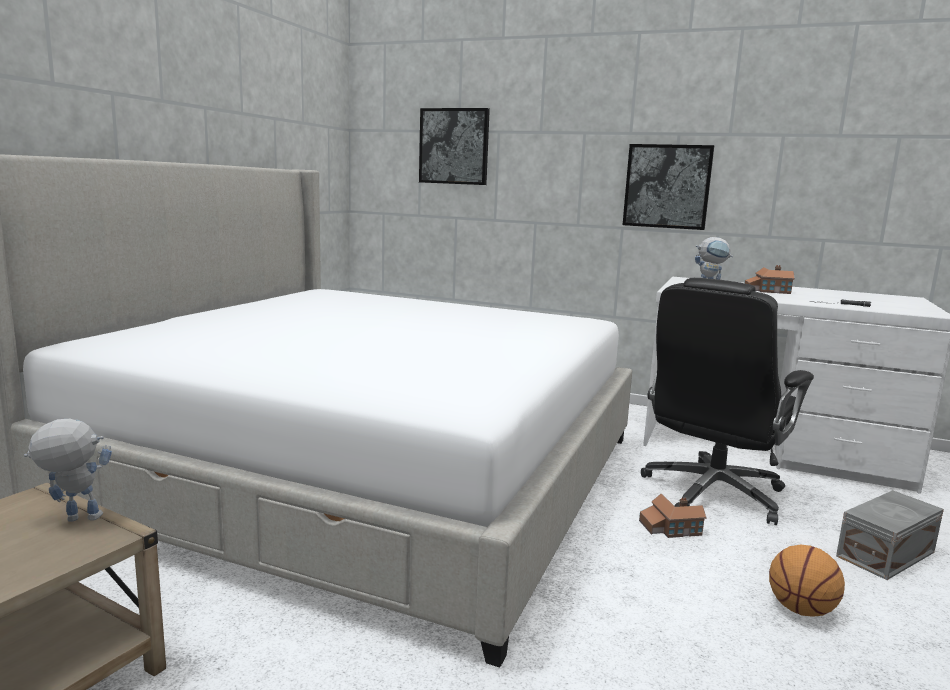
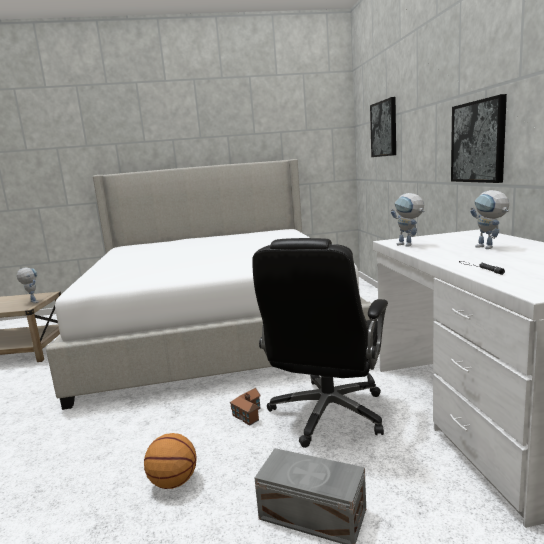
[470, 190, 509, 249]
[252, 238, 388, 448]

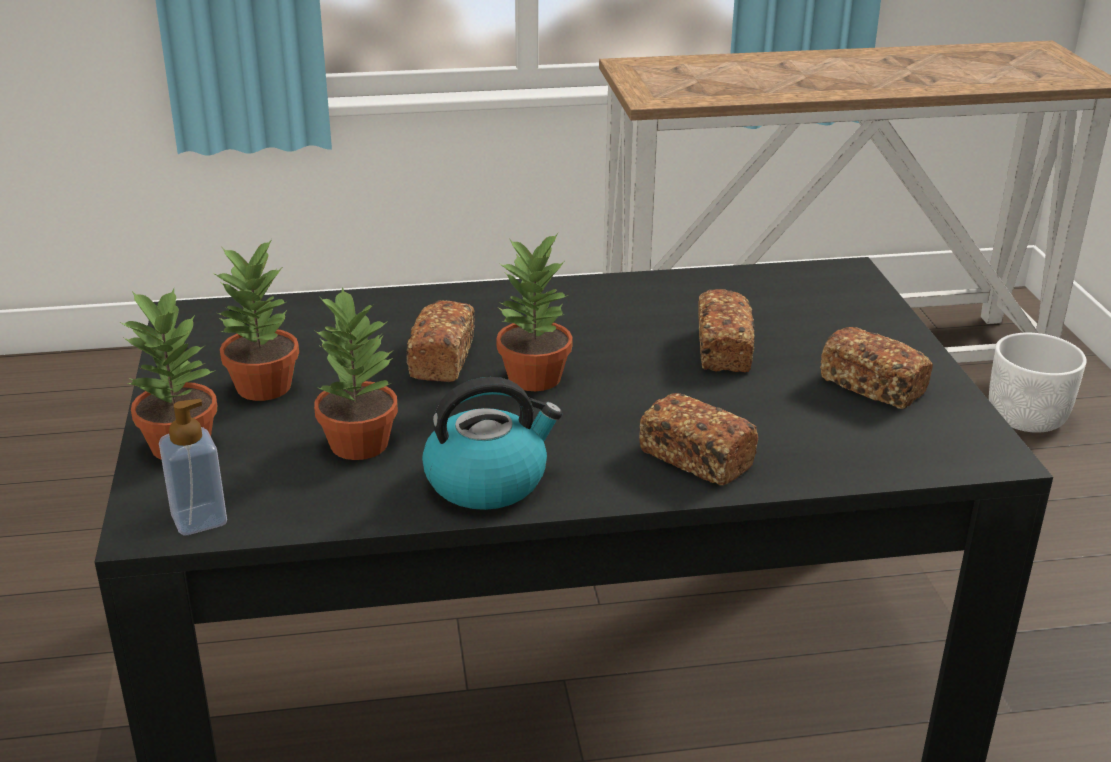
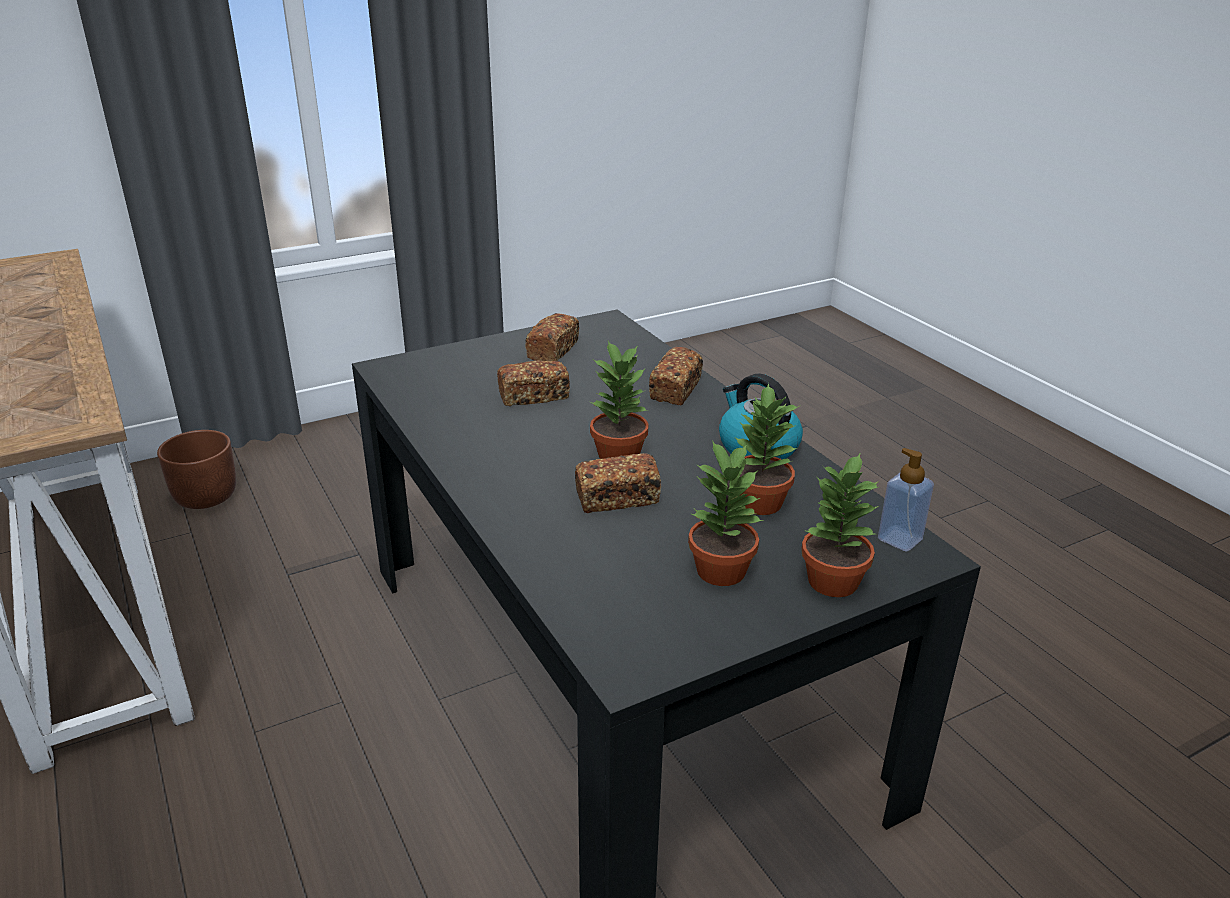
[157, 430, 236, 509]

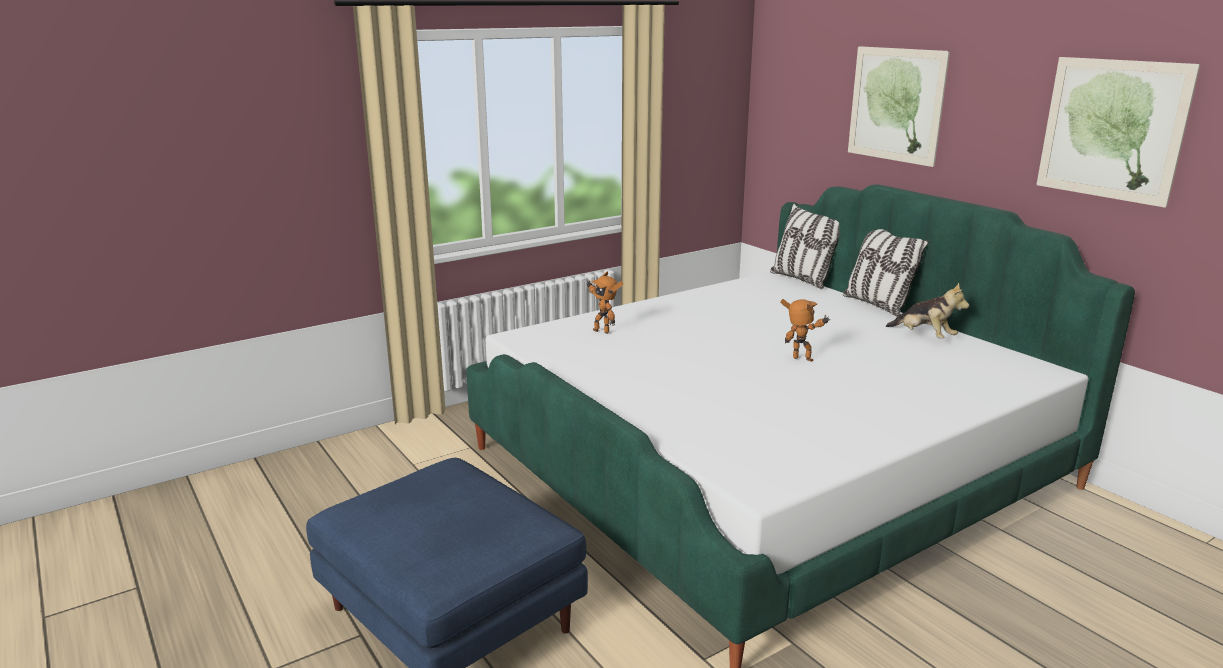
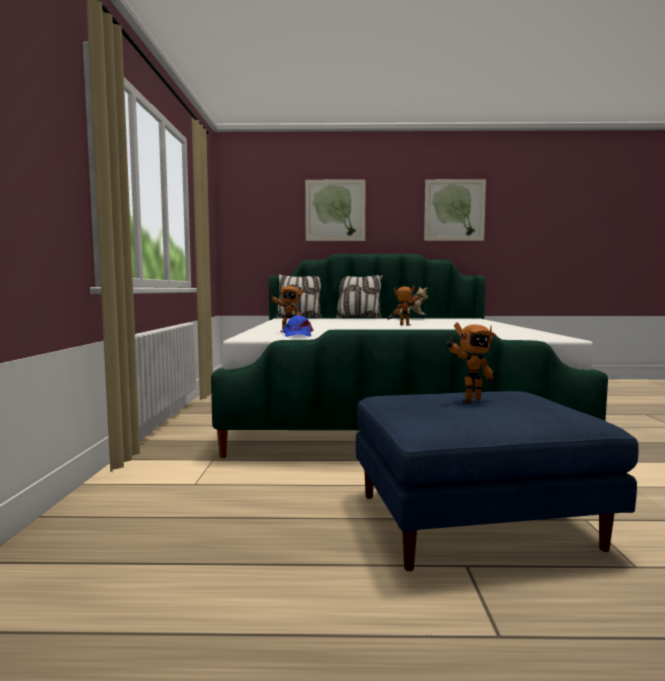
[283, 315, 314, 337]
[446, 322, 496, 403]

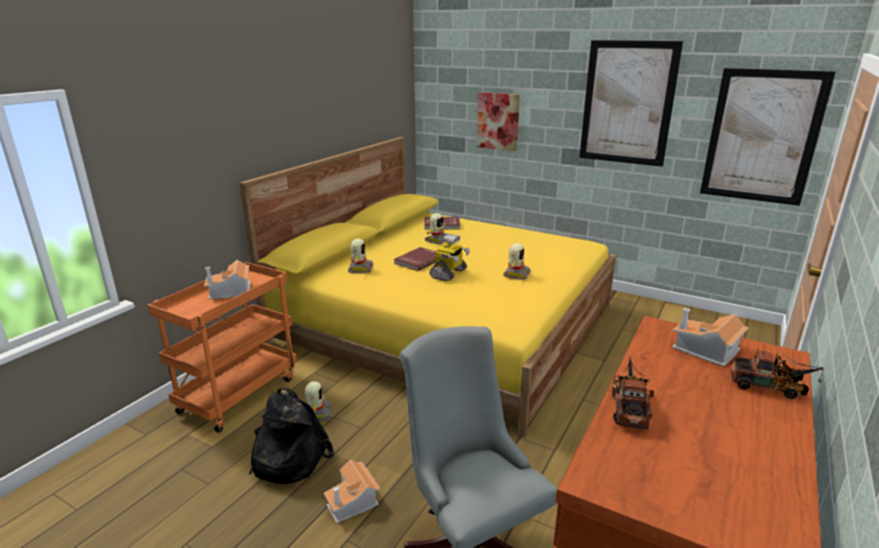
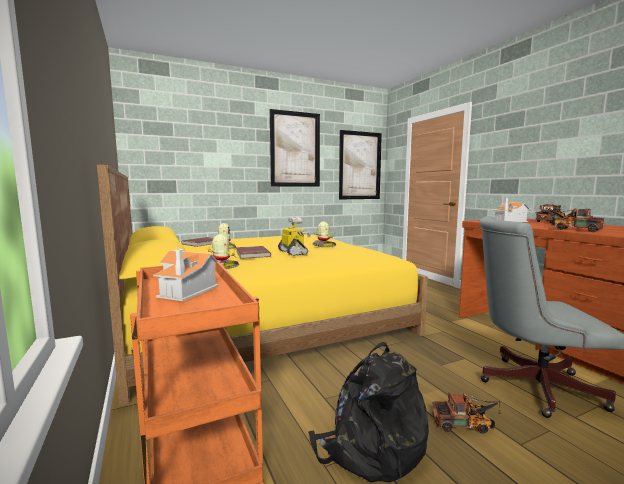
[477, 92, 520, 151] (first image)
[305, 381, 331, 421] (first image)
[433, 393, 501, 434]

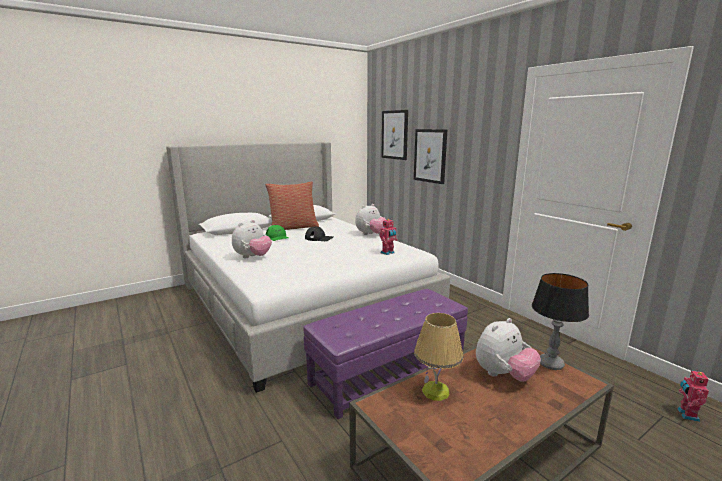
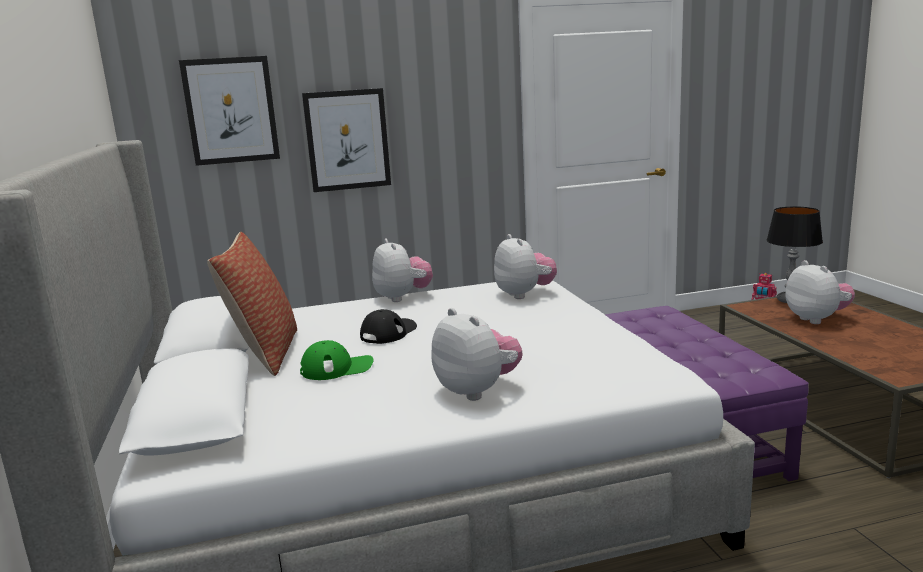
[494, 234, 557, 299]
[414, 313, 464, 401] (first image)

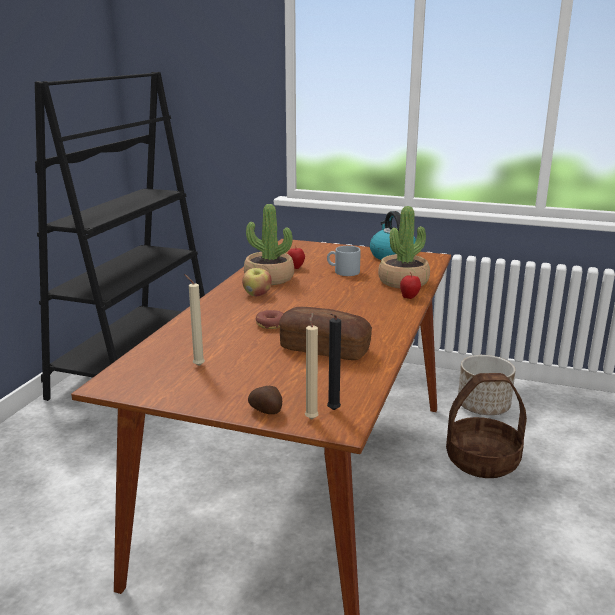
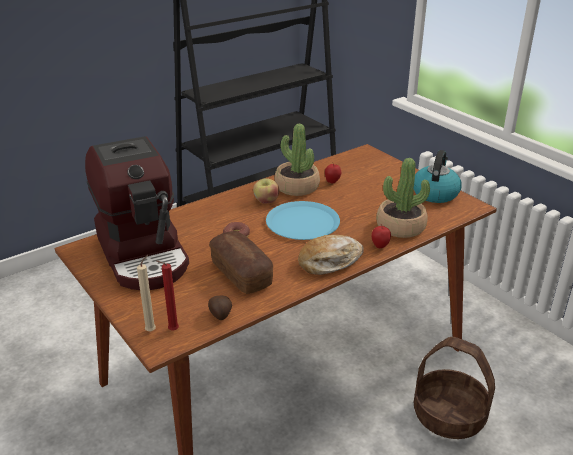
[327, 246, 361, 276] (first image)
[85, 136, 189, 290]
[157, 260, 179, 331]
[458, 355, 516, 415] (first image)
[208, 295, 232, 320]
[266, 201, 340, 240]
[298, 235, 364, 275]

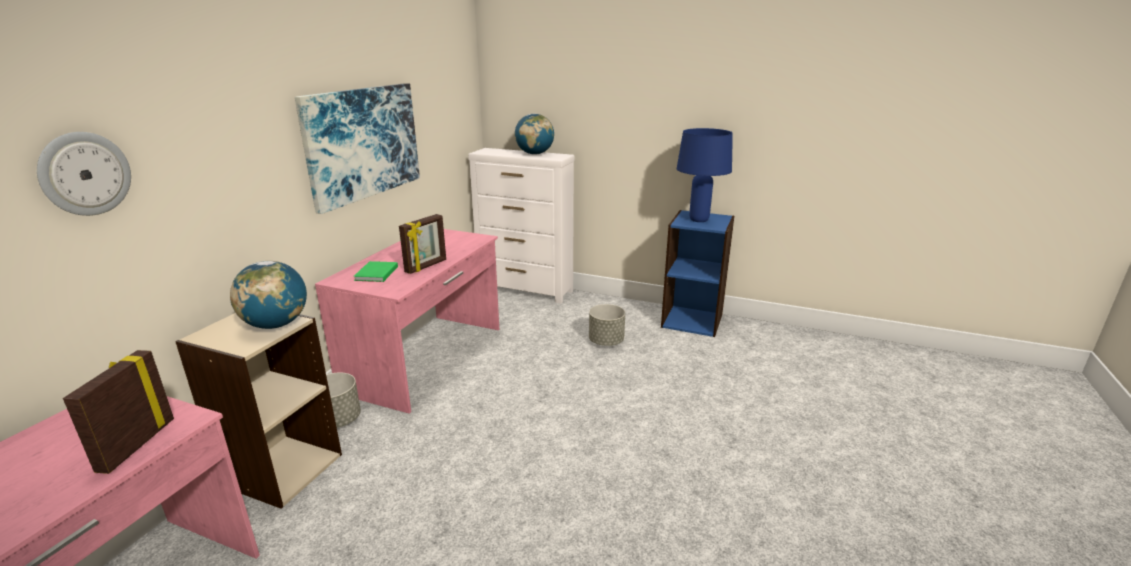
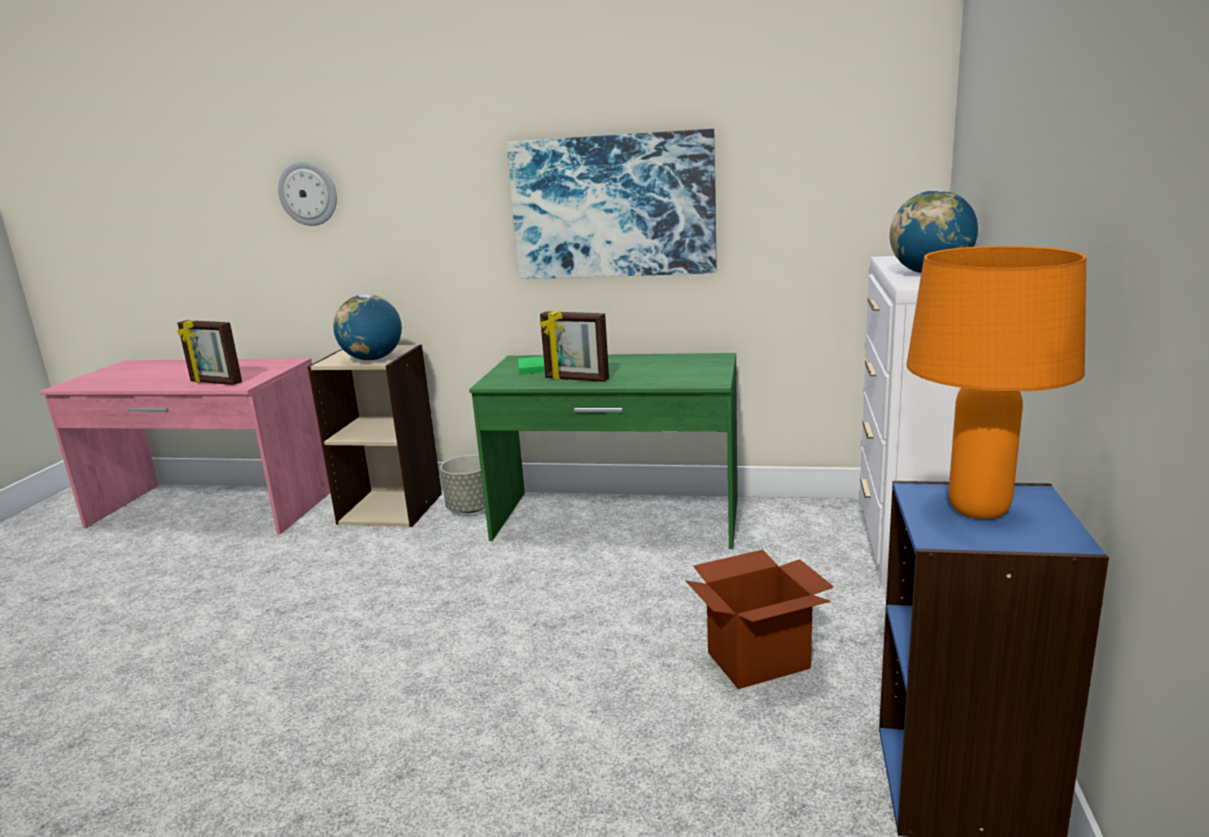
[907, 246, 1086, 519]
[469, 353, 738, 549]
[686, 550, 834, 689]
[177, 320, 242, 385]

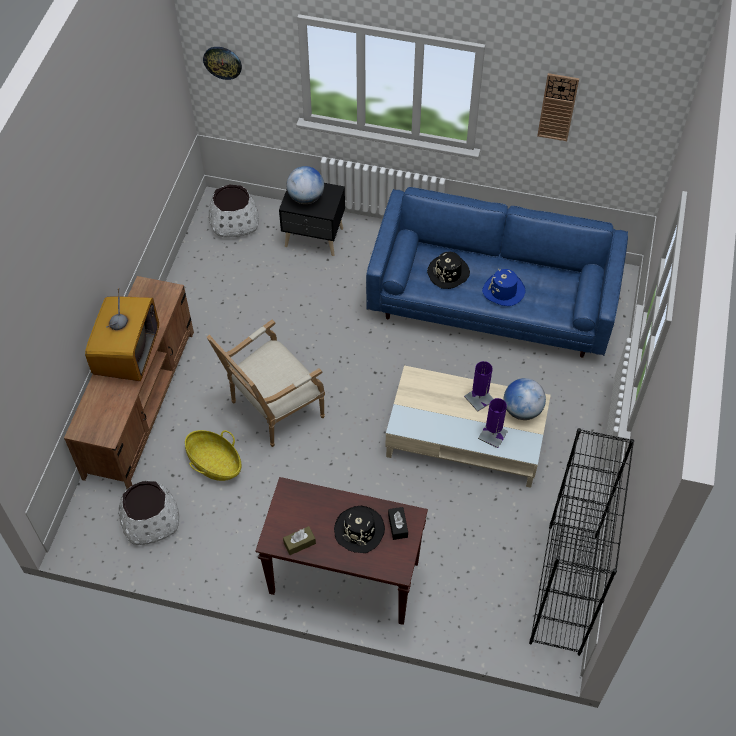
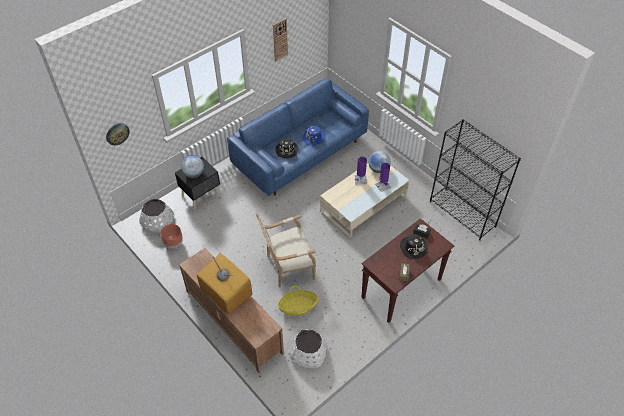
[255, 212, 316, 287]
[160, 224, 183, 249]

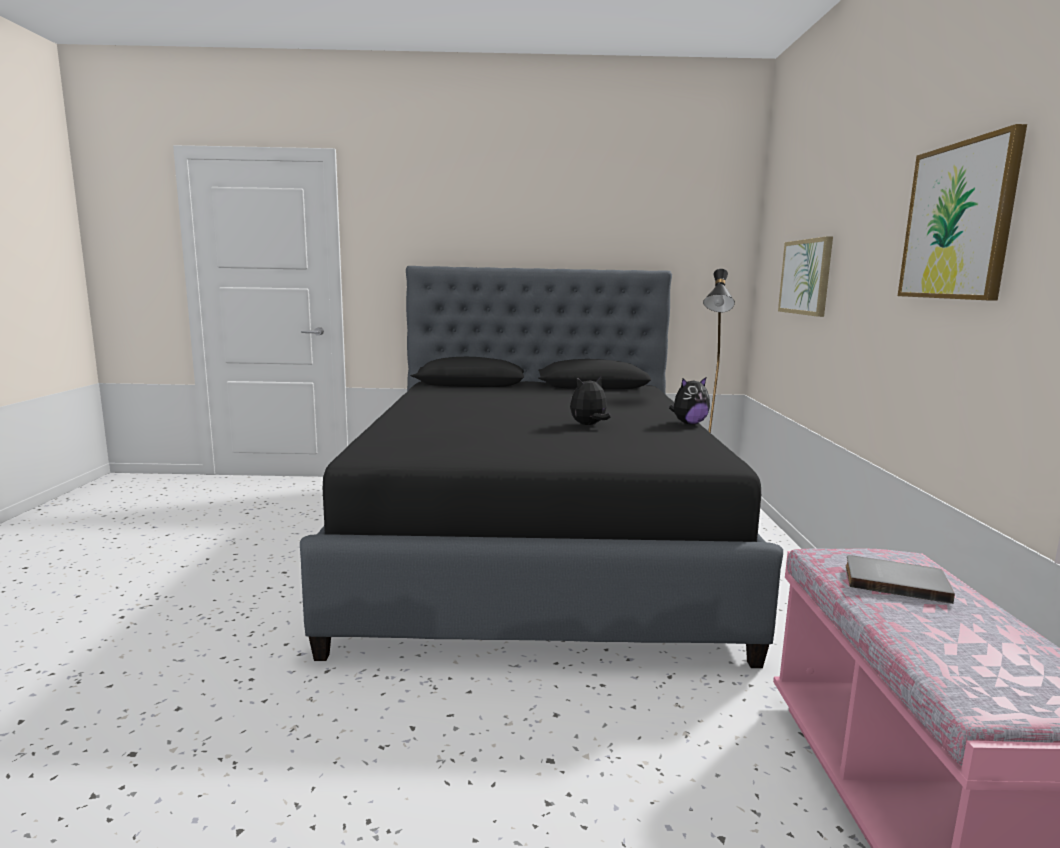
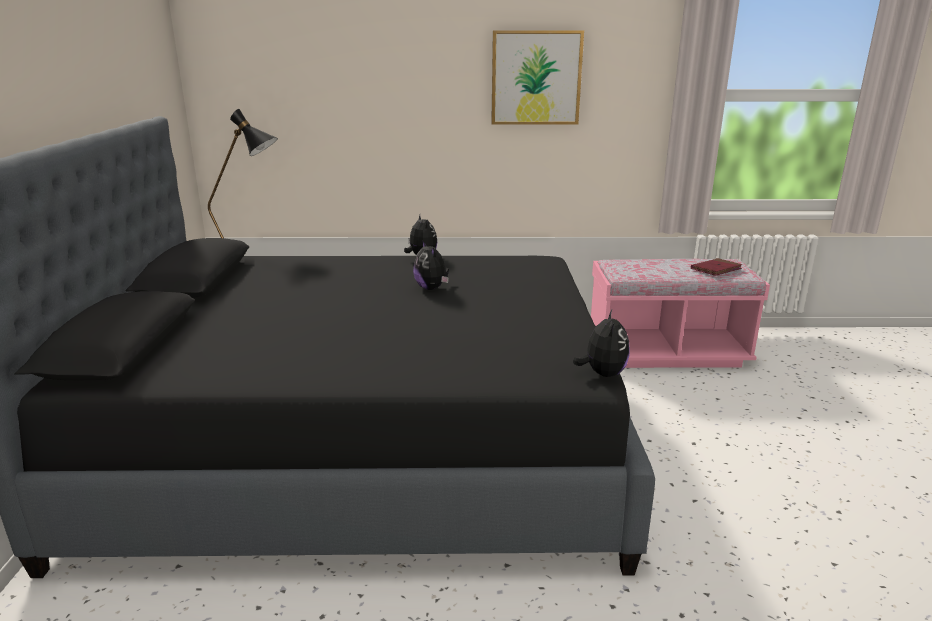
[778, 236, 833, 317] (first image)
[846, 555, 955, 604] (first image)
[691, 258, 742, 276]
[573, 310, 630, 377]

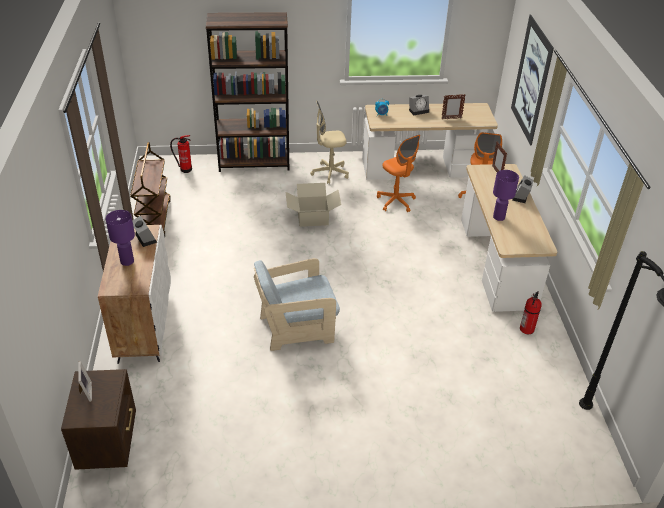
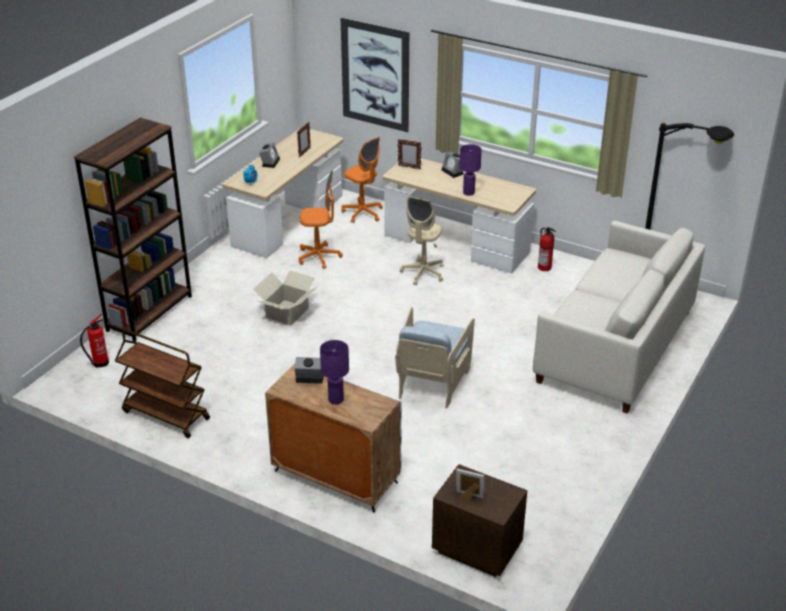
[400, 196, 444, 285]
[533, 221, 705, 414]

